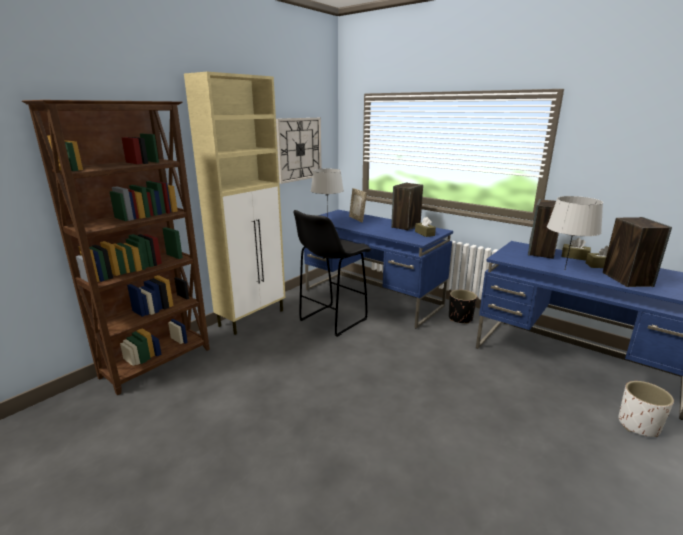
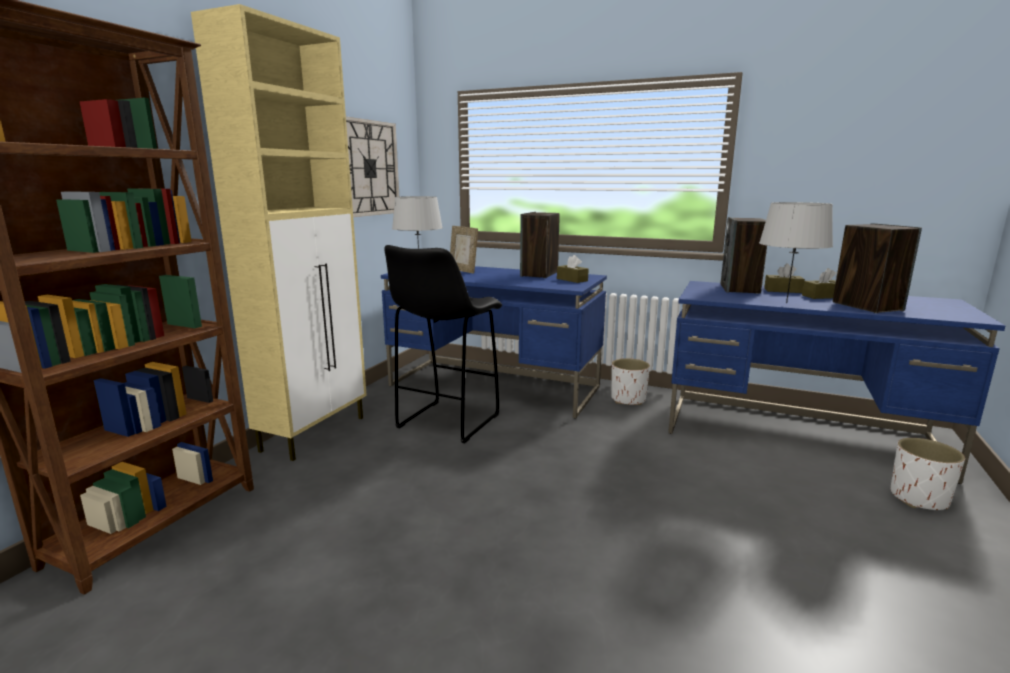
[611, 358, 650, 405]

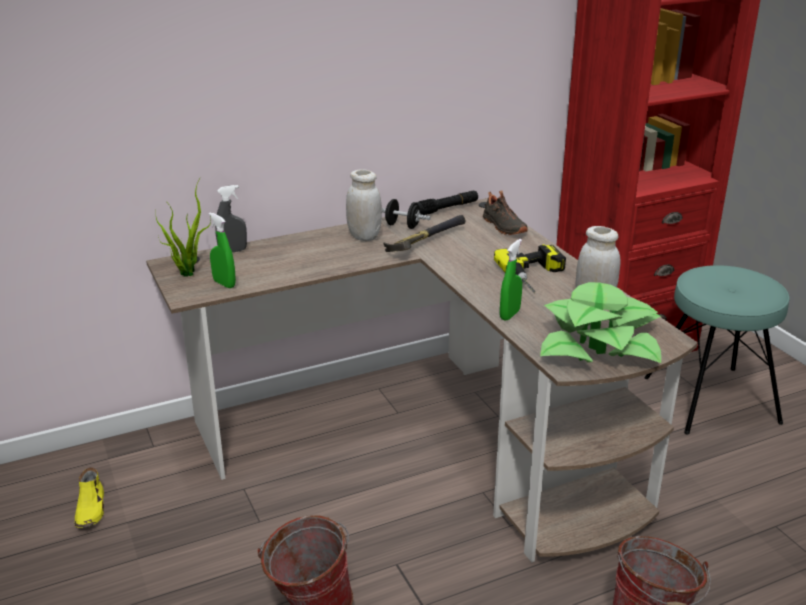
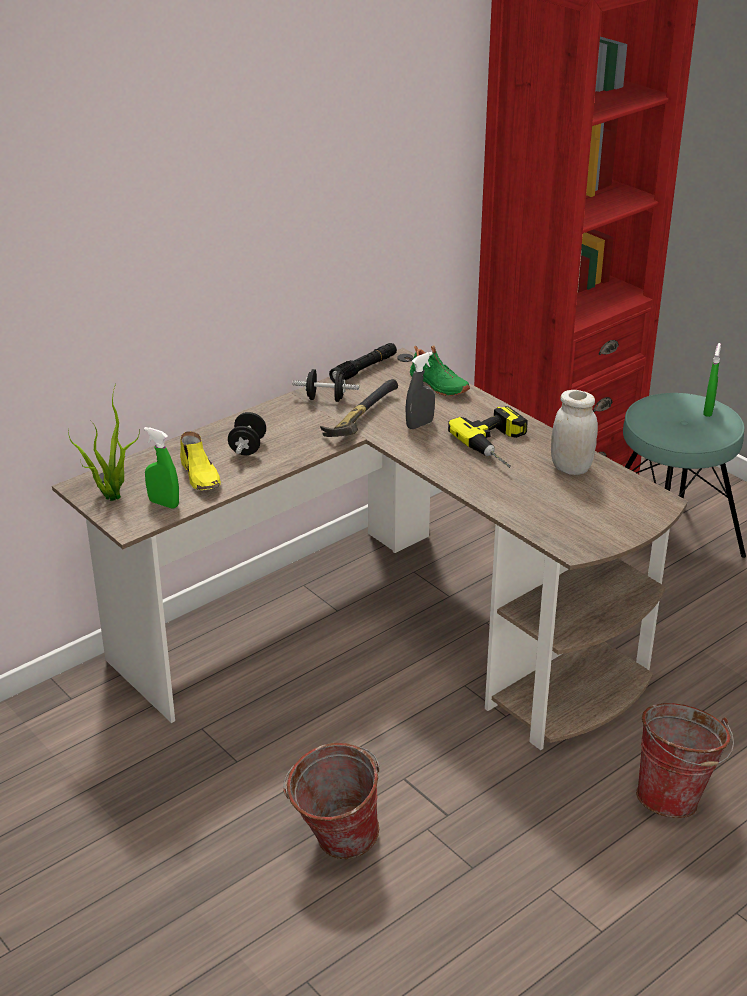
[346, 169, 382, 241] (first image)
[405, 352, 435, 429]
[410, 345, 470, 396]
[703, 343, 721, 417]
[540, 282, 661, 363] (first image)
[180, 431, 221, 490]
[228, 412, 266, 455]

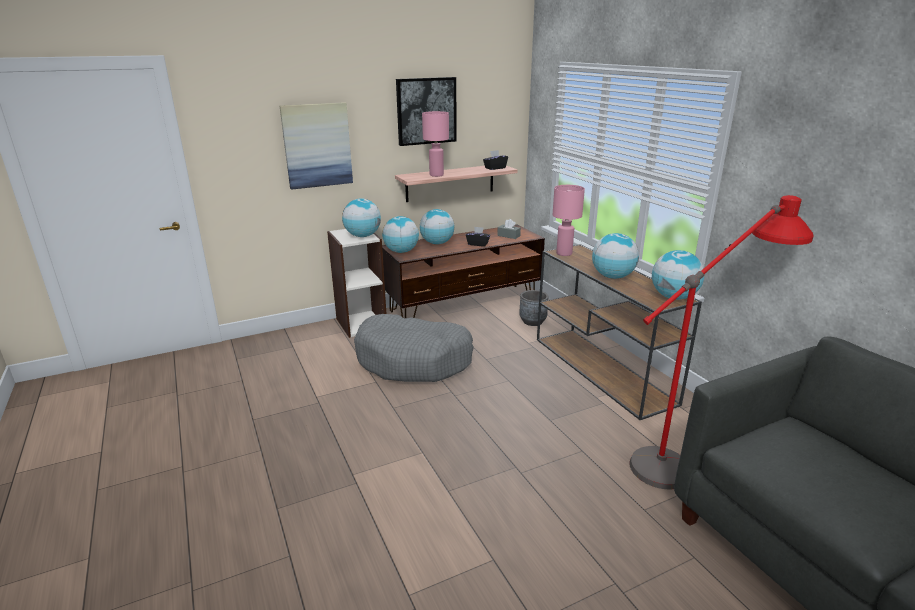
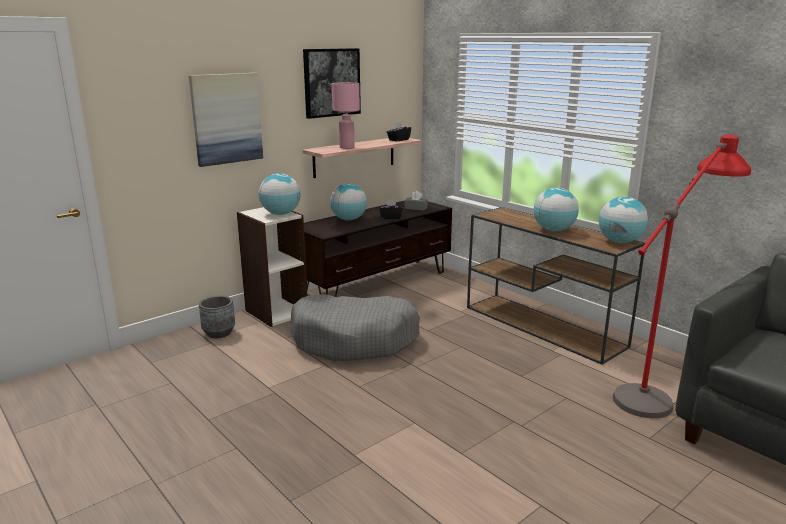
[553, 185, 585, 256] (first image)
[382, 216, 419, 253] (first image)
[199, 296, 235, 338]

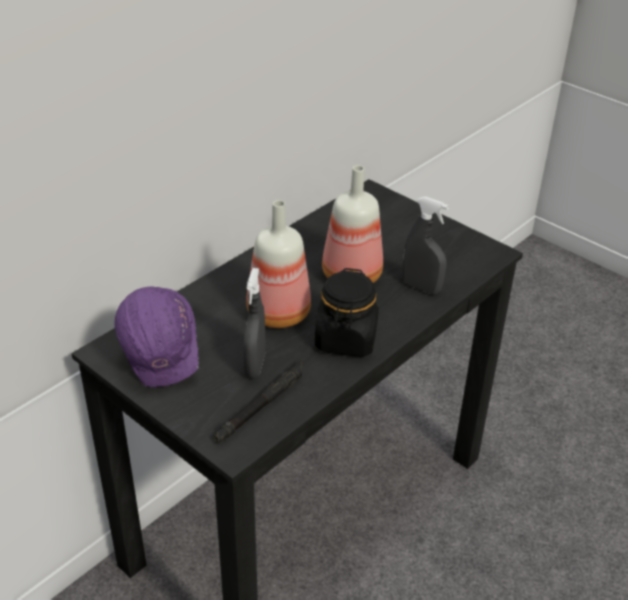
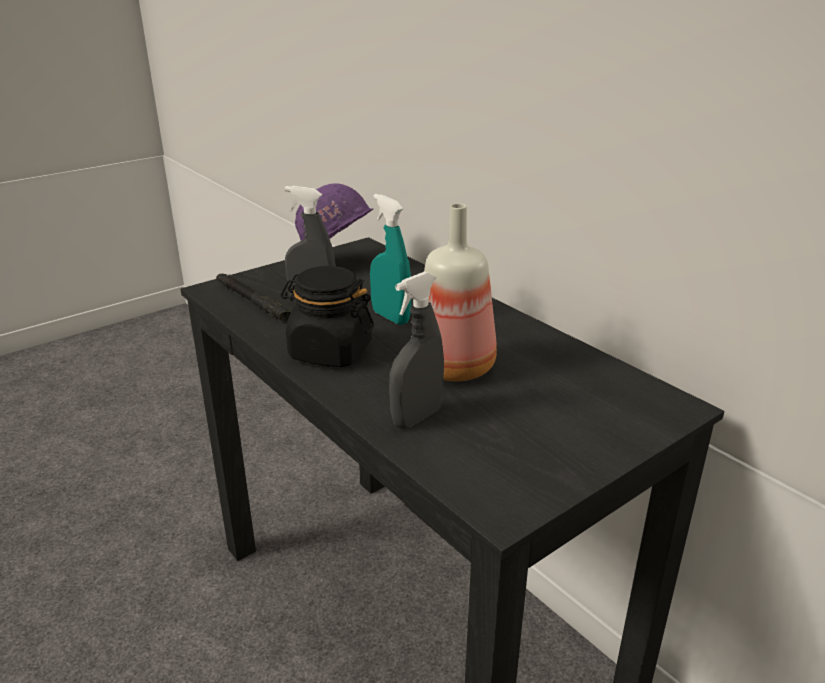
[370, 194, 411, 325]

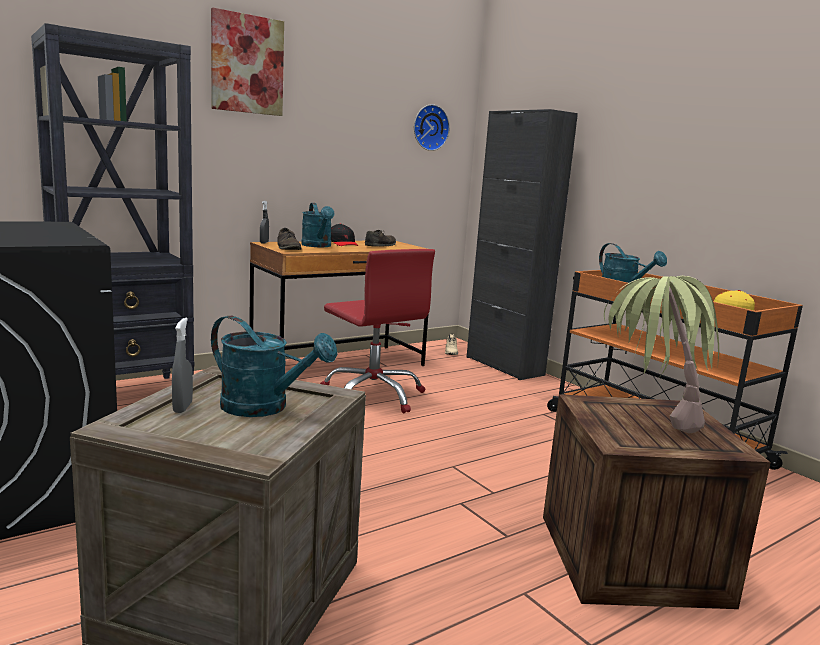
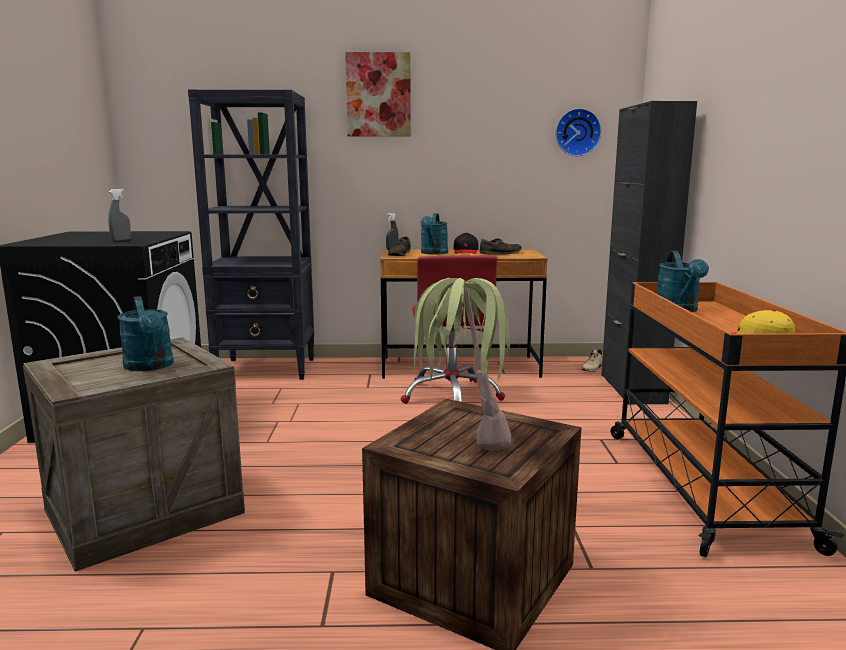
[108, 189, 131, 241]

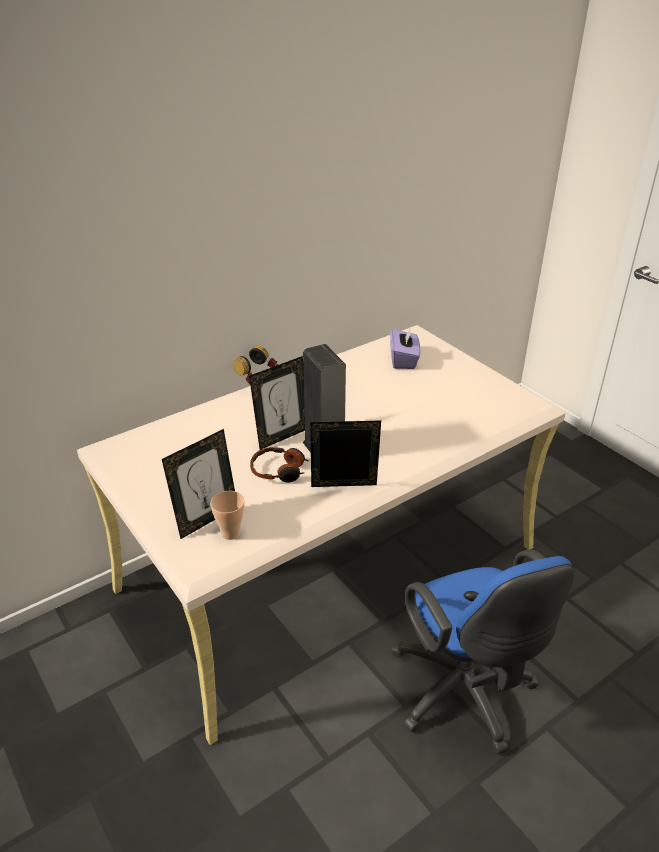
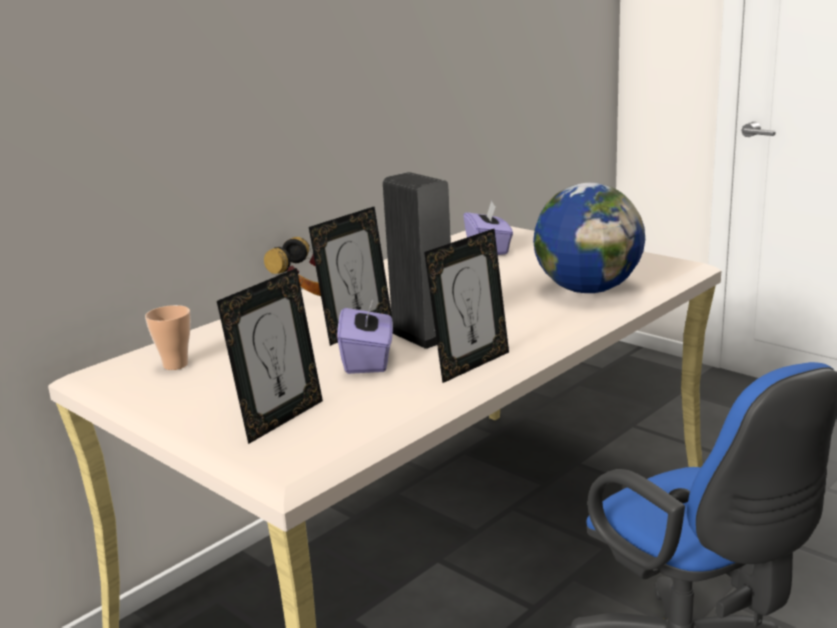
[424, 229, 509, 383]
[337, 297, 393, 374]
[145, 305, 191, 370]
[533, 183, 645, 293]

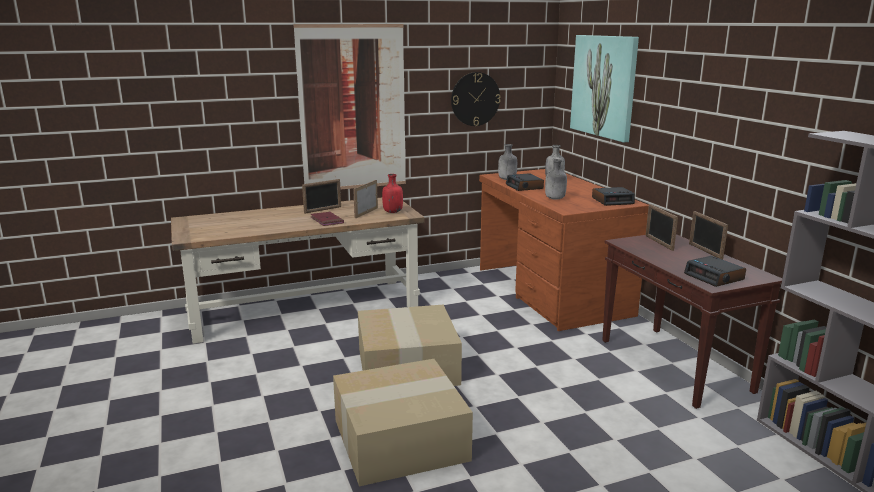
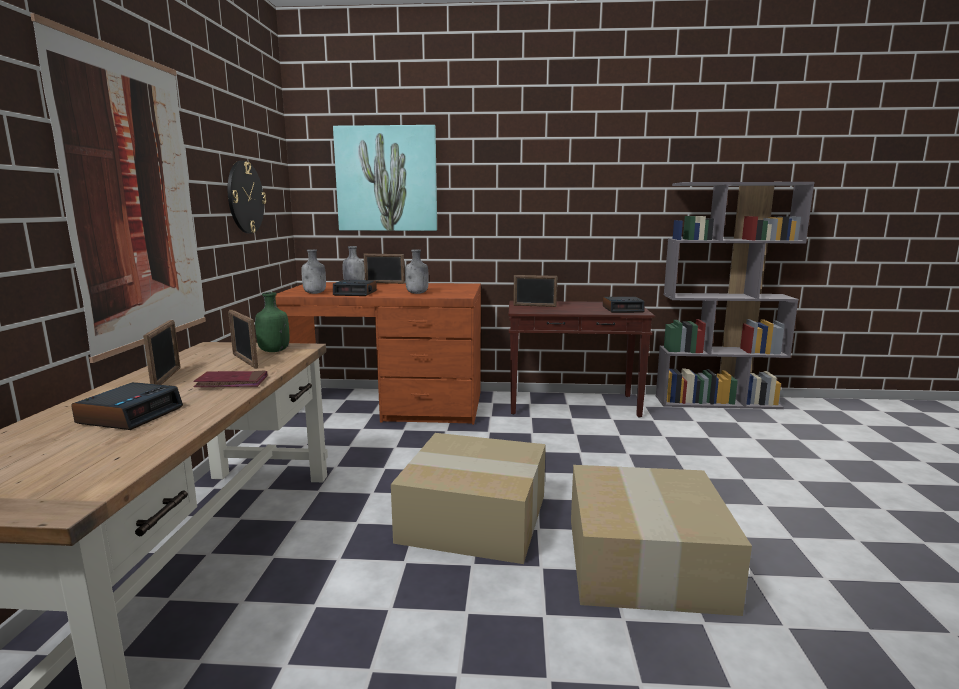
[255, 292, 289, 352]
[71, 382, 183, 430]
[364, 254, 405, 284]

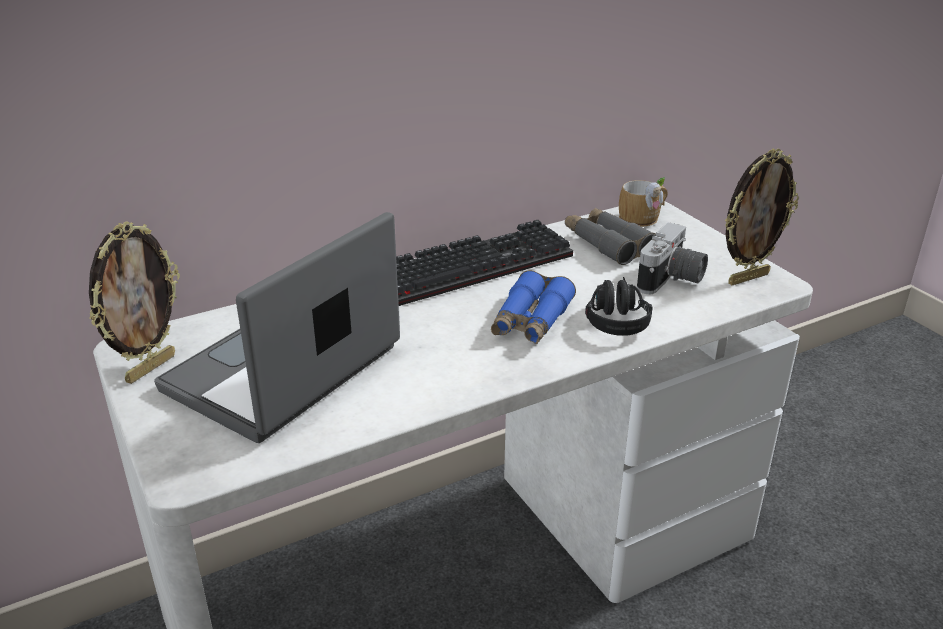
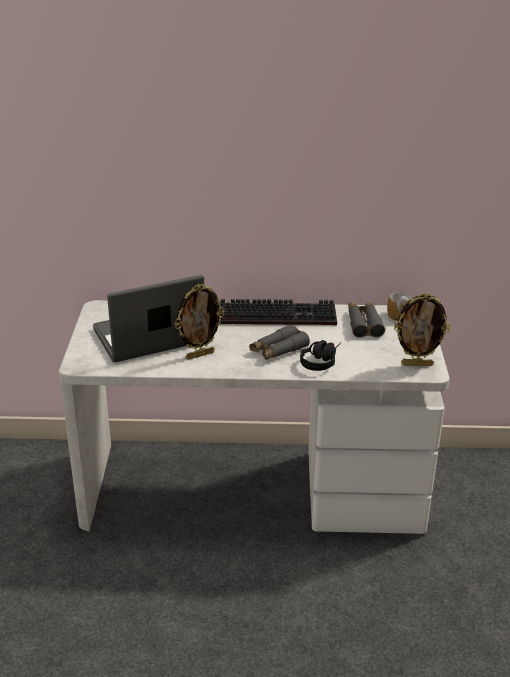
[175, 284, 225, 360]
[637, 222, 708, 295] (first image)
[249, 324, 310, 360]

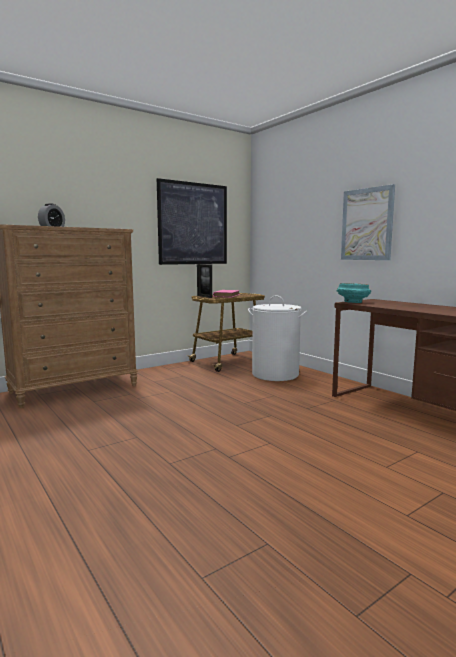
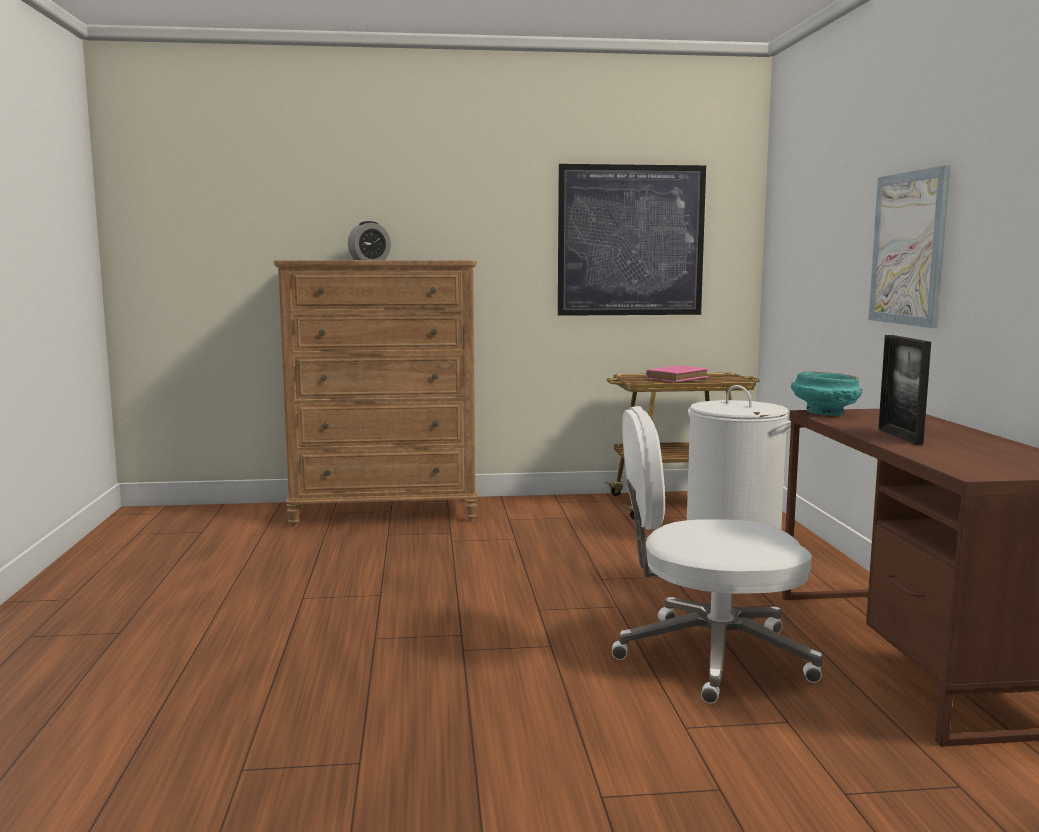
[878, 335, 931, 445]
[612, 406, 823, 704]

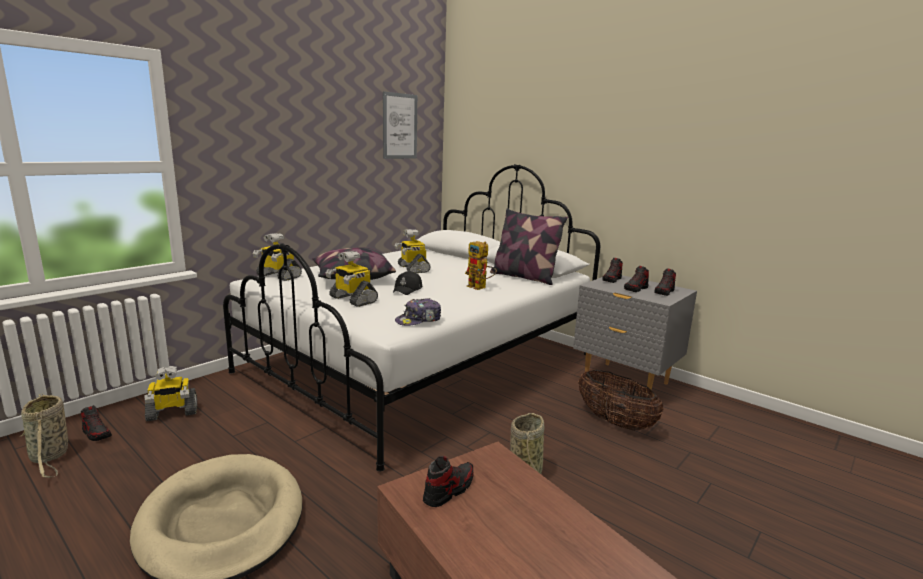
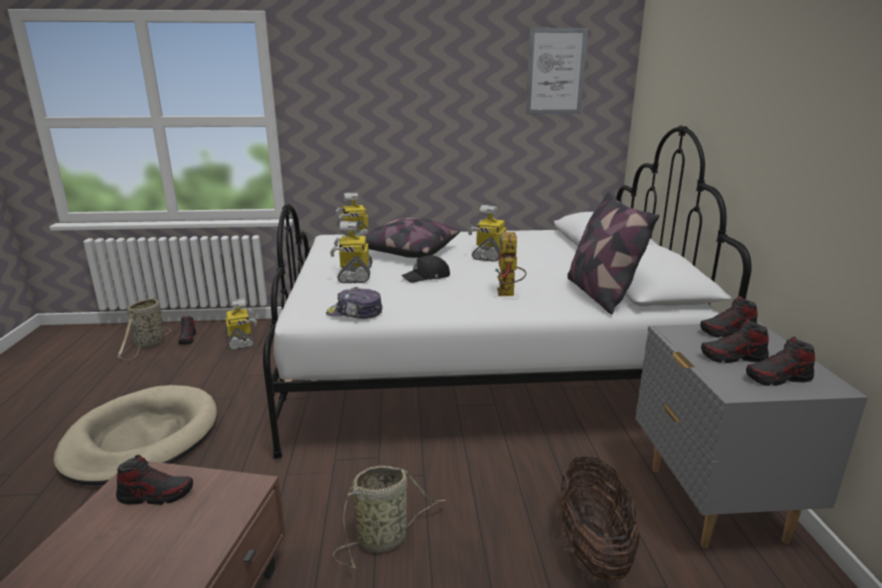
[225, 298, 257, 350]

